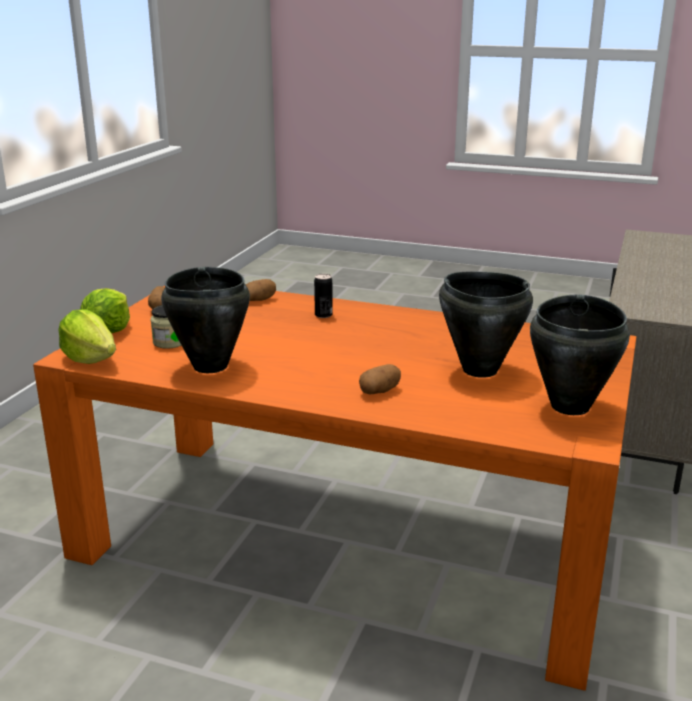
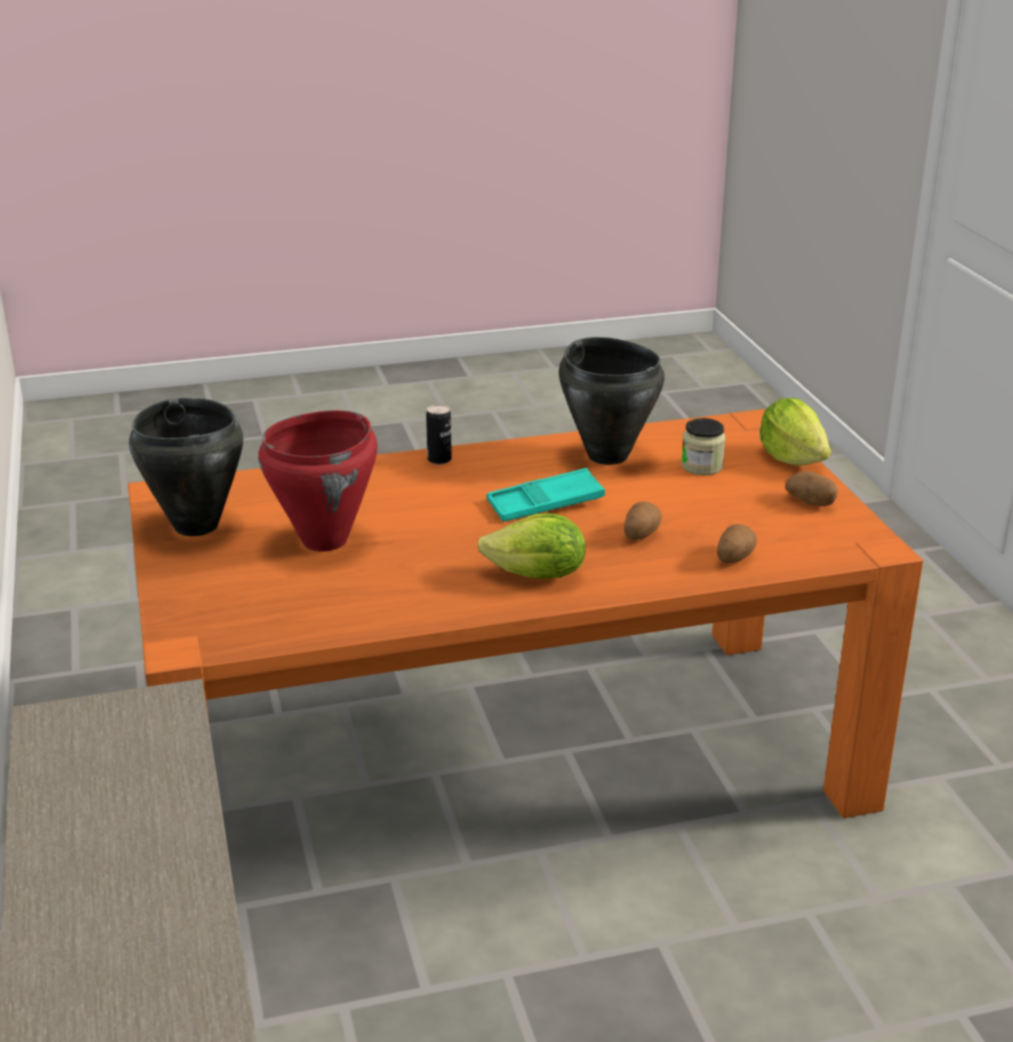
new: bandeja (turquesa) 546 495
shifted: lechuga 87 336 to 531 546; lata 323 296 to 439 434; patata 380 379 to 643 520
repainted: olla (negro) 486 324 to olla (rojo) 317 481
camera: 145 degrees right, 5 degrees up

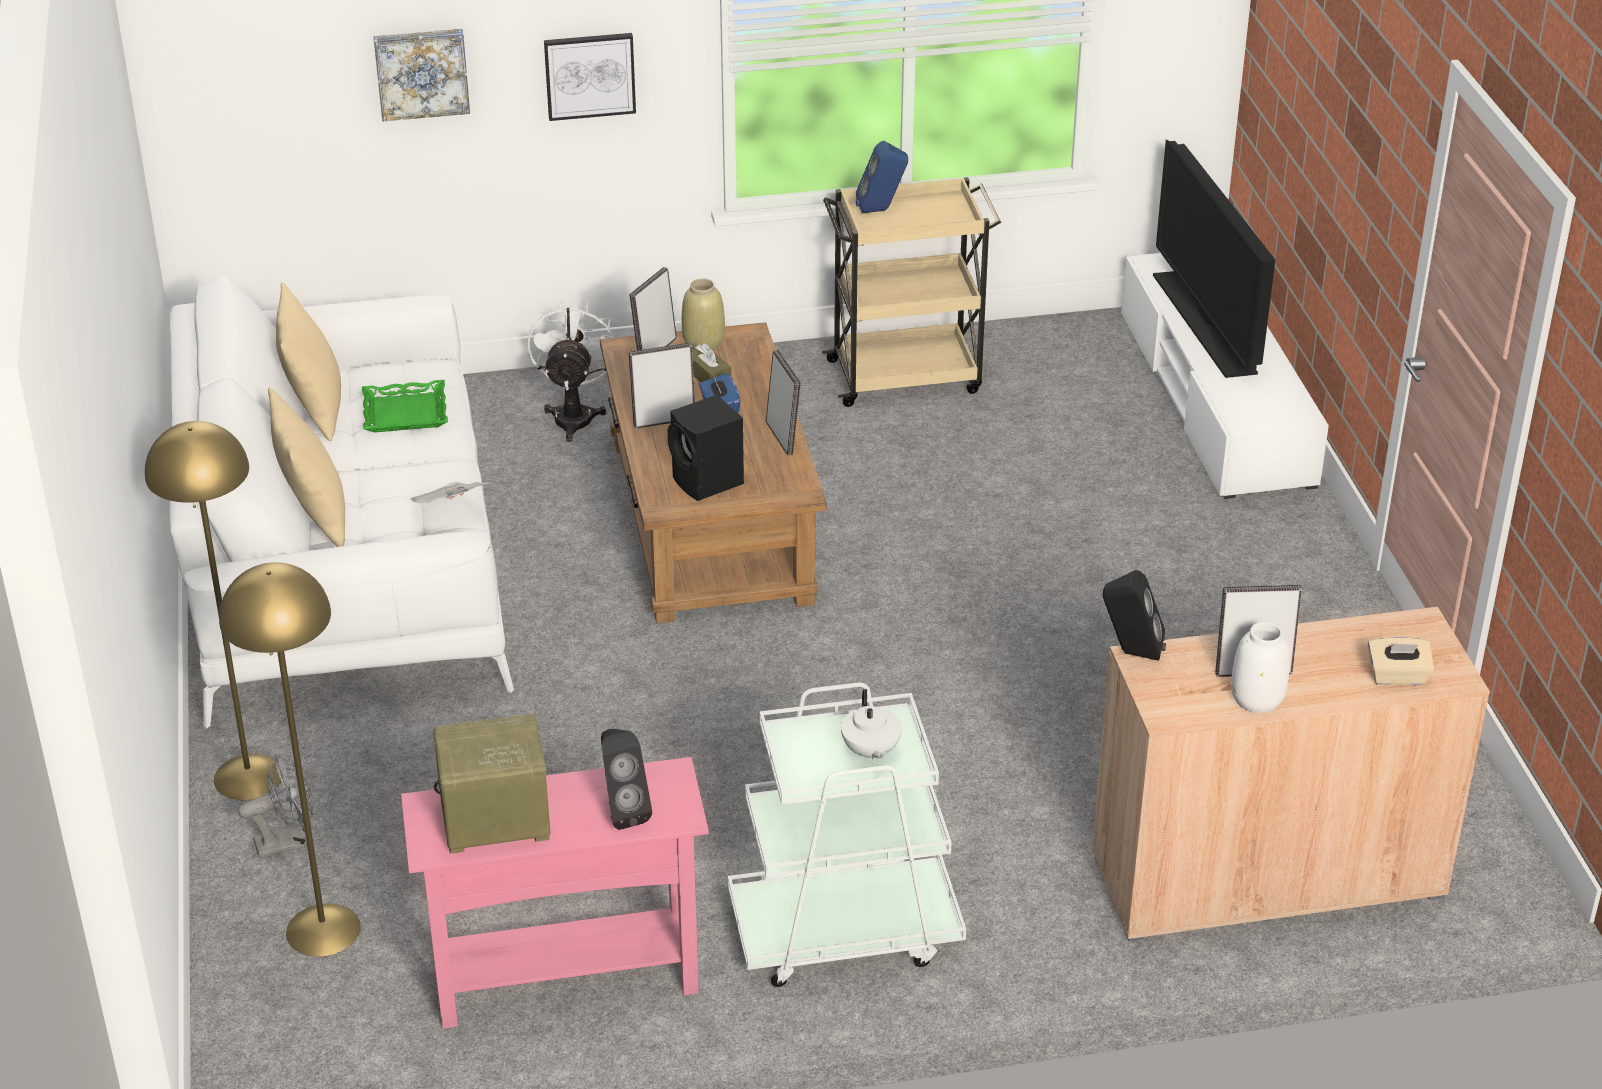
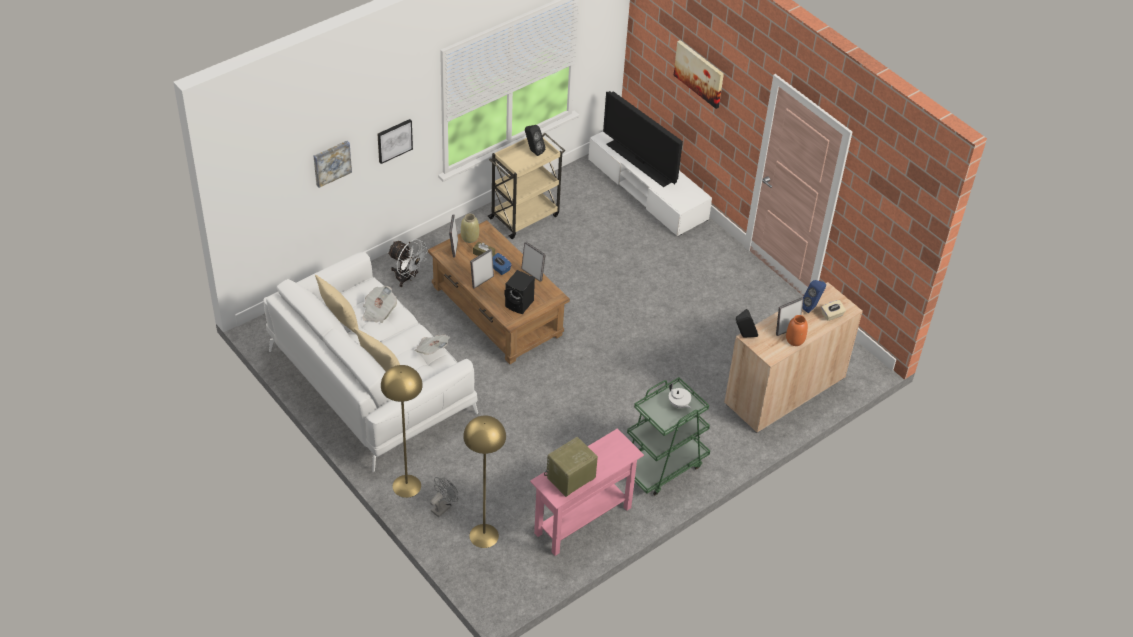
new: cuadro 699 74
shifted: altavoz (negro) 626 779 to 535 140; altavoz (azul) 882 177 to 814 296
swapped: bandeja (verde) 405 406 to periódico 379 304
repainted: carrito (blanco) 847 834 to carrito (verde) 668 436; florero (blanco) 1260 667 to florero (naranja) 797 330
rotated: ventilador (blanco) 571 371 = 407 263 150 degrees clockwise
camera: 30 degrees left, 10 degrees up

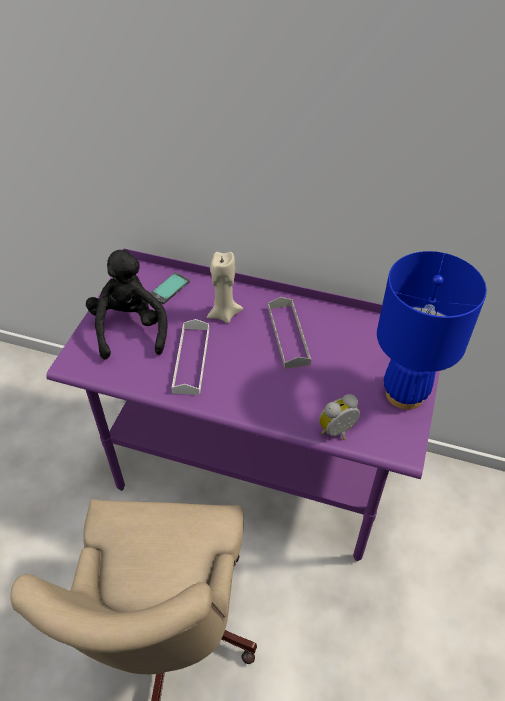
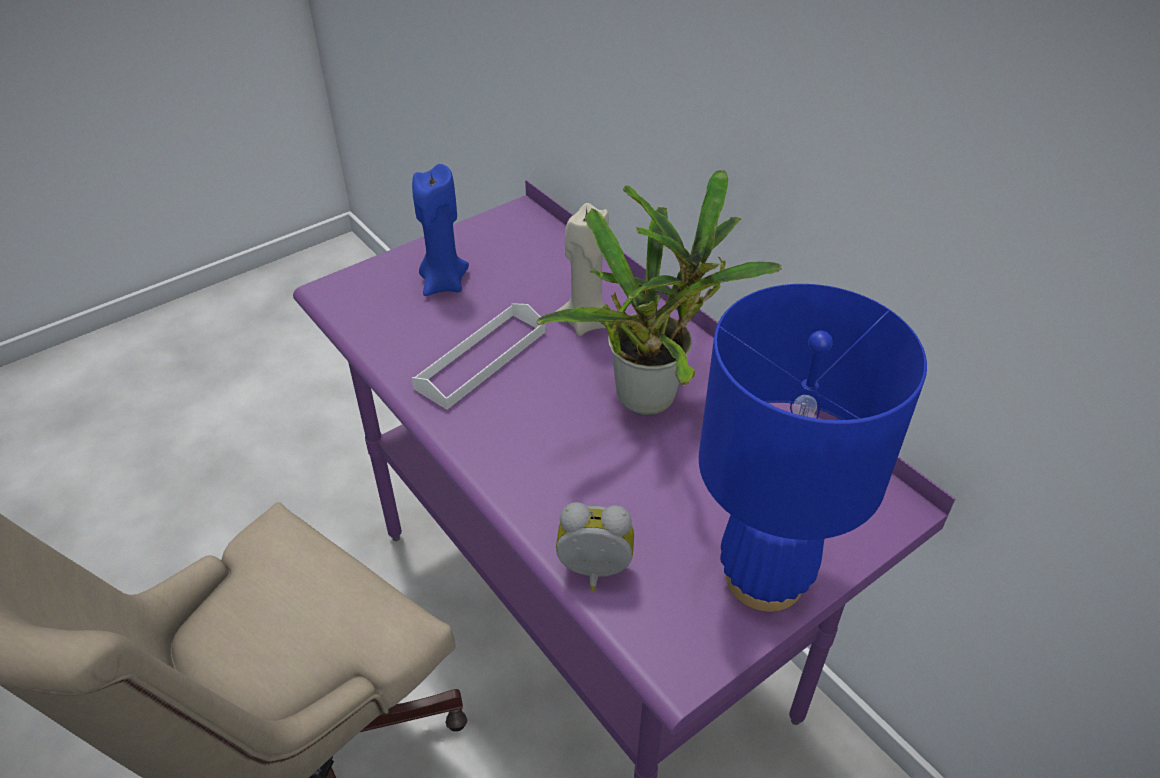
gone: móvil 170 288
swapped: peluche (negro) 127 304 to vela (azul) 440 230; bandeja (gris) 290 333 to planta en maceta 659 292
camera: 35 degrees right, 5 degrees down

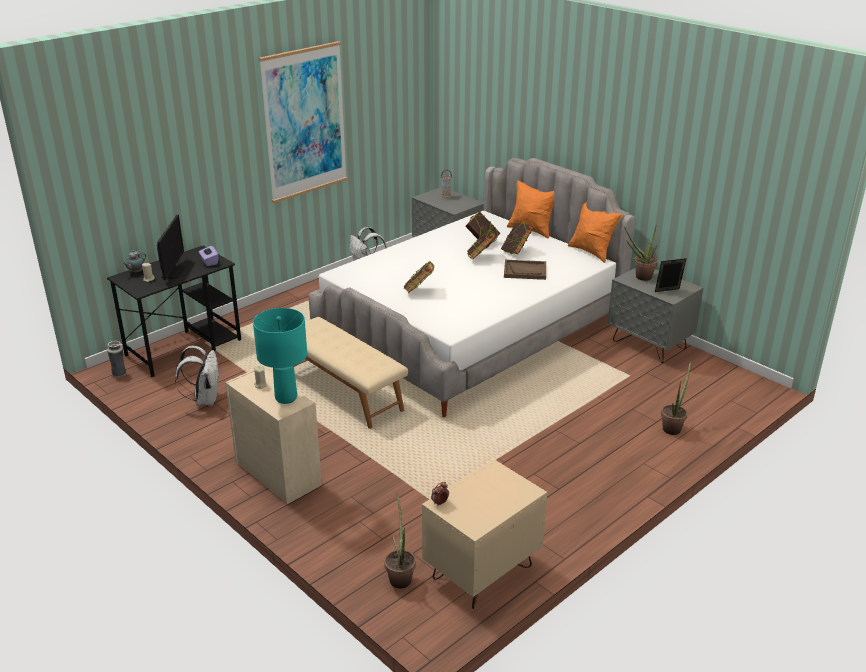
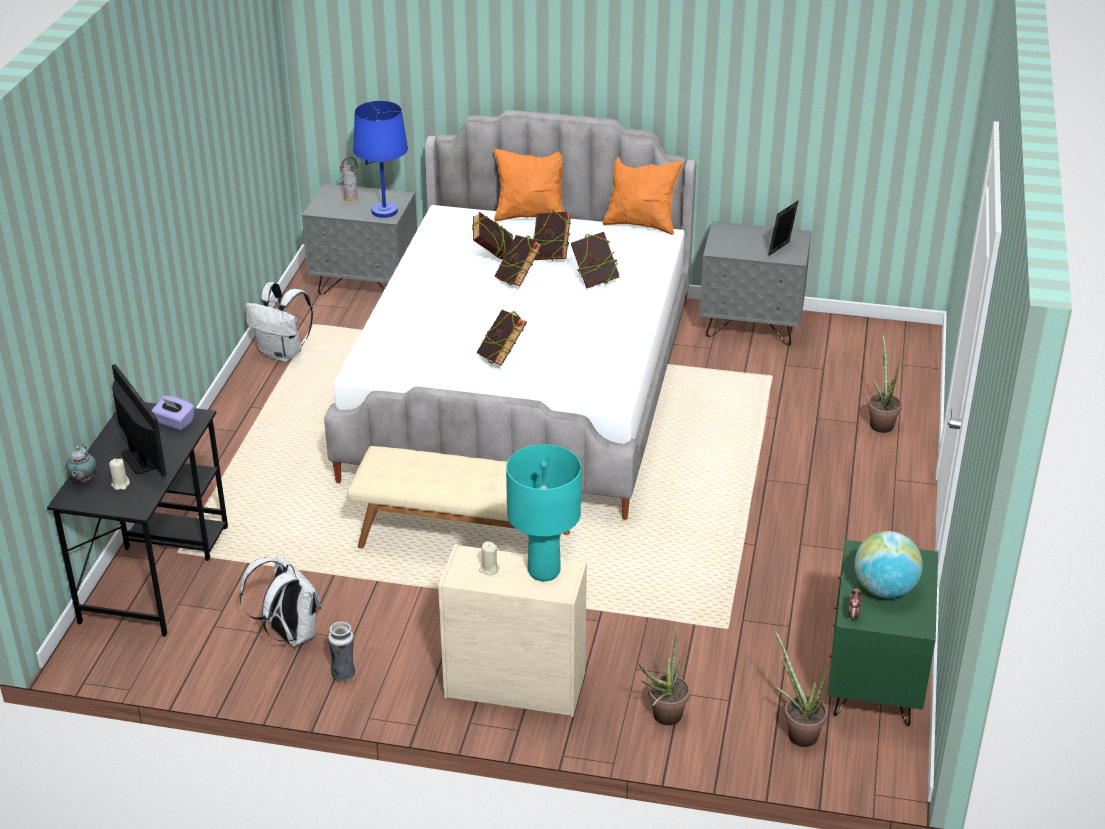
gone: cuadro 303 122
new: lámpara de mesa (azul) 380 159; globo terráqueo 889 564
shifted: florero 116 359 to 341 651; planta en maceta 641 251 to 664 676
swapped: bandeja (marrón) 525 270 to libro 595 260
repainted: mesita de noche (beis) 484 534 to mesita de noche (verde) 882 633
camera: 35 degrees left, 5 degrees up

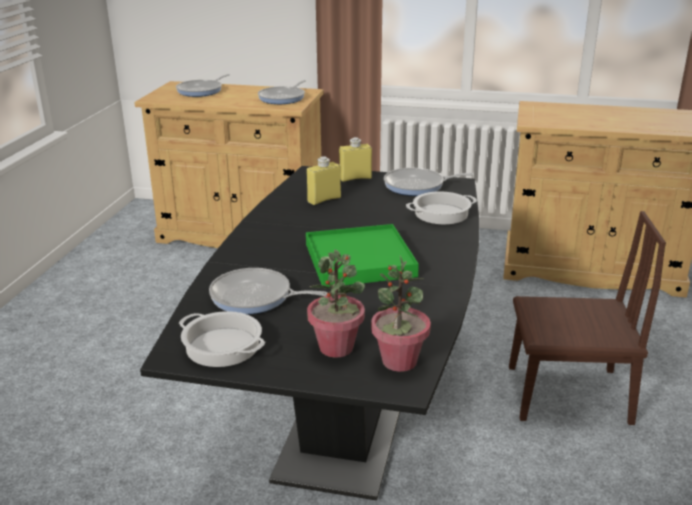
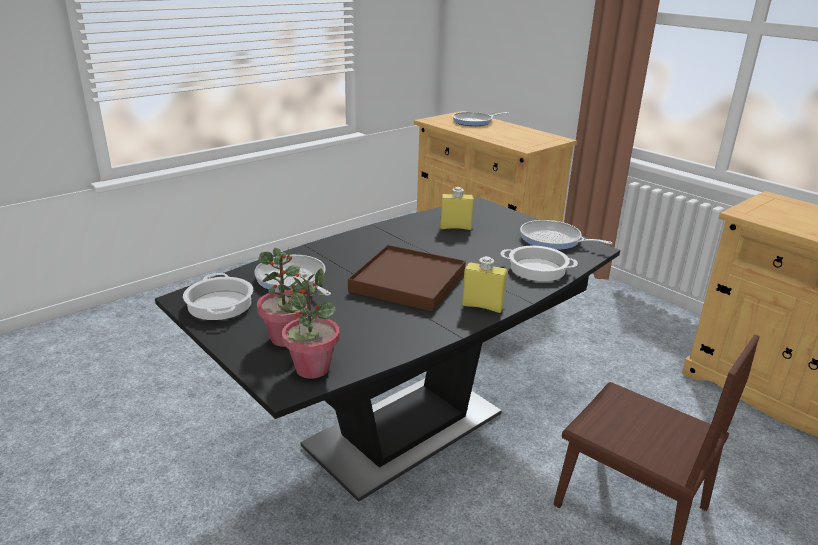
gone: sartén 282 92
shifted: botella (amarillo) 355 159 to 484 284
repainted: bandeja (verde) 362 255 to bandeja (marrón) 407 278
camera: 35 degrees right, 0 degrees up

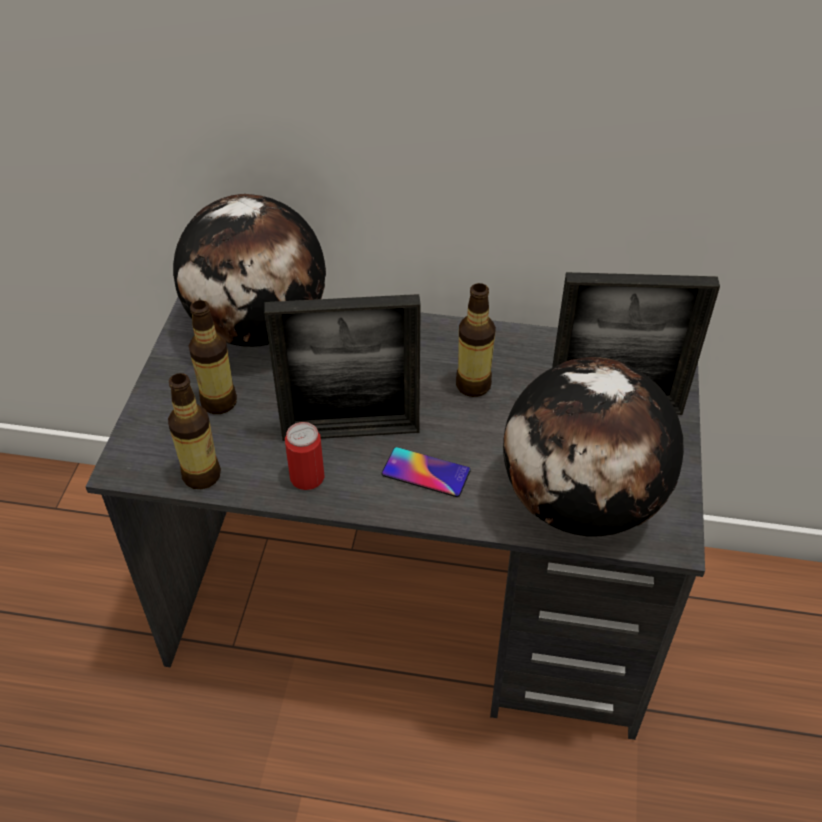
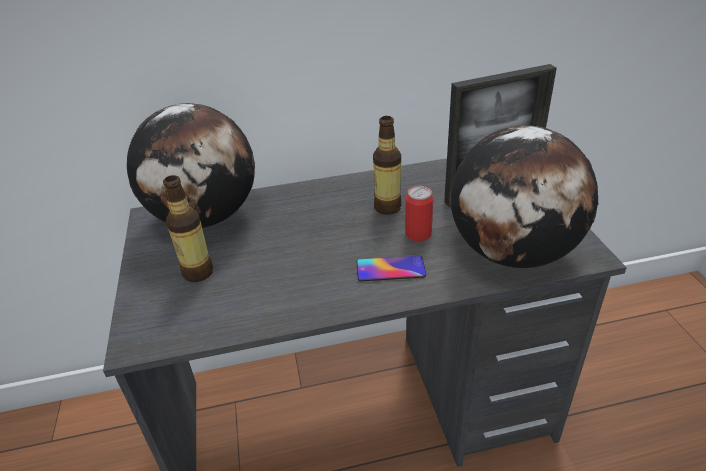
gone: botella 194 431; portarretratos 342 367
shifted: lata 305 456 to 419 213
camera: 20 degrees left, 10 degrees down

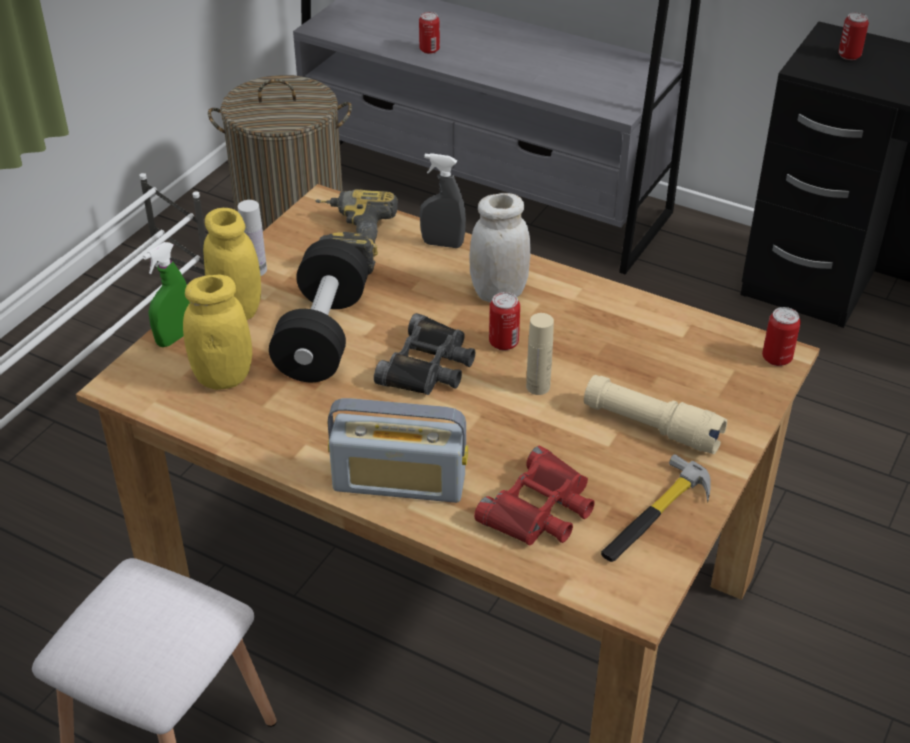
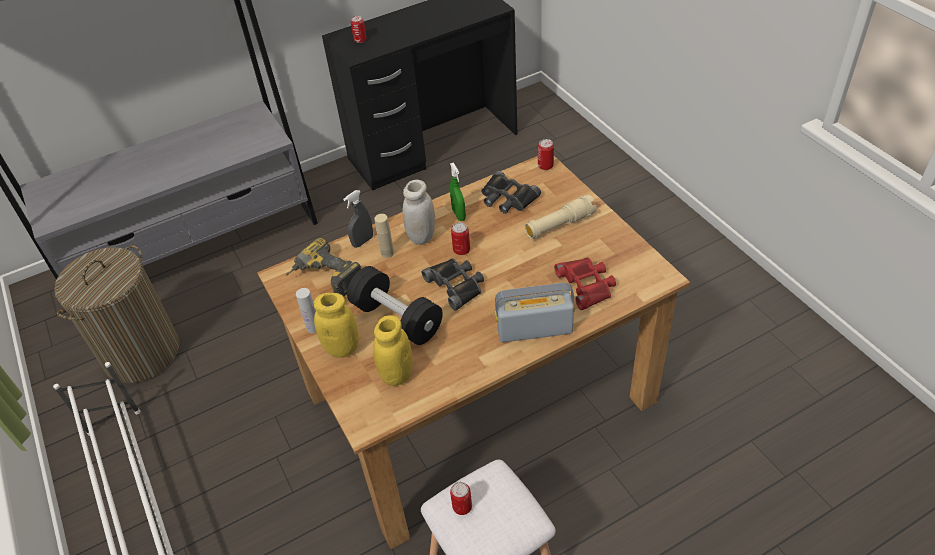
gone: martillo 656 508
new: prismáticos (negro) 511 192
shifted: pulverizador (verde) 166 294 to 458 192; lata 429 33 to 461 498; botella (beis) 540 354 to 384 236
rotated: radio 397 450 = 534 313 135 degrees counterclockwise
camera: 55 degrees left, 5 degrees up

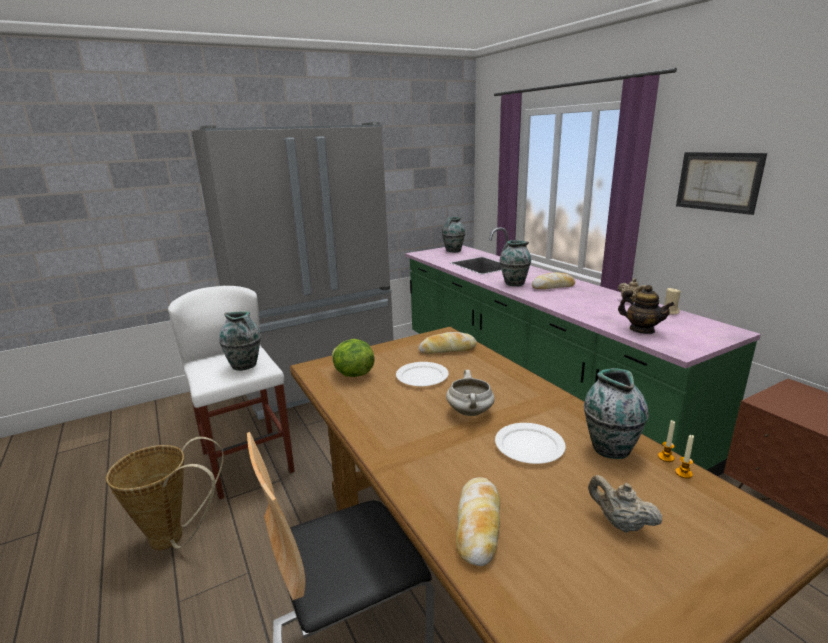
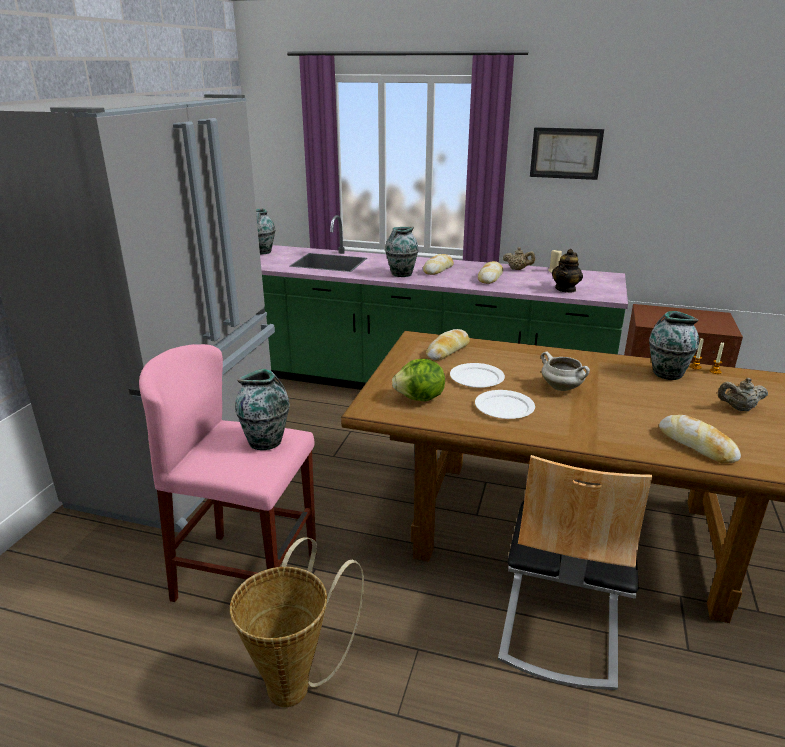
new: pan 490 272
shifted: plato (blanco) 530 443 to 505 404
repainted: taburete (blanco) 231 392 to taburete (rosa) 227 473
rotated: tetera 646 309 = 567 271 120 degrees clockwise
camera: 45 degrees left, 5 degrees up

